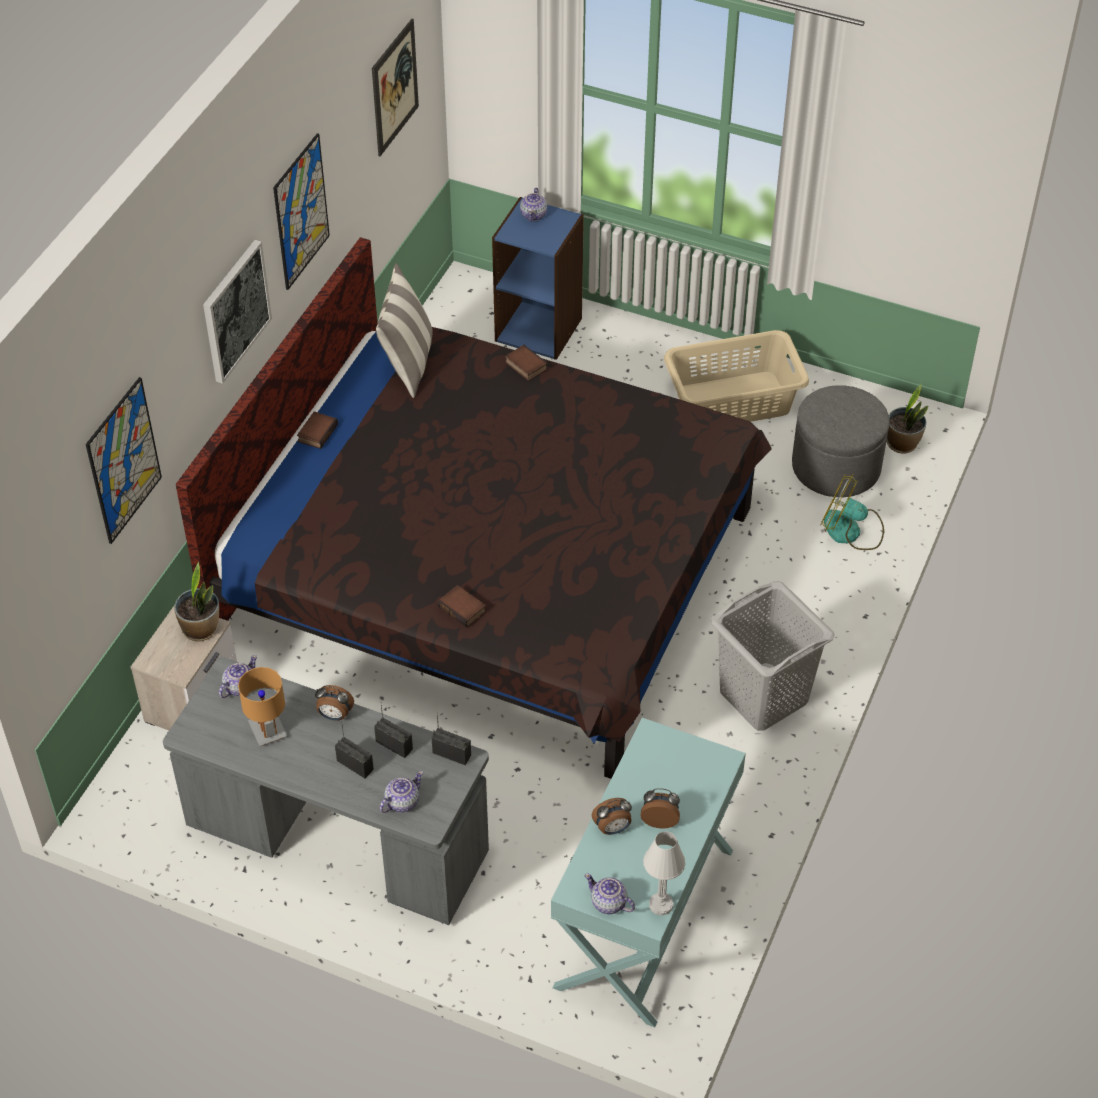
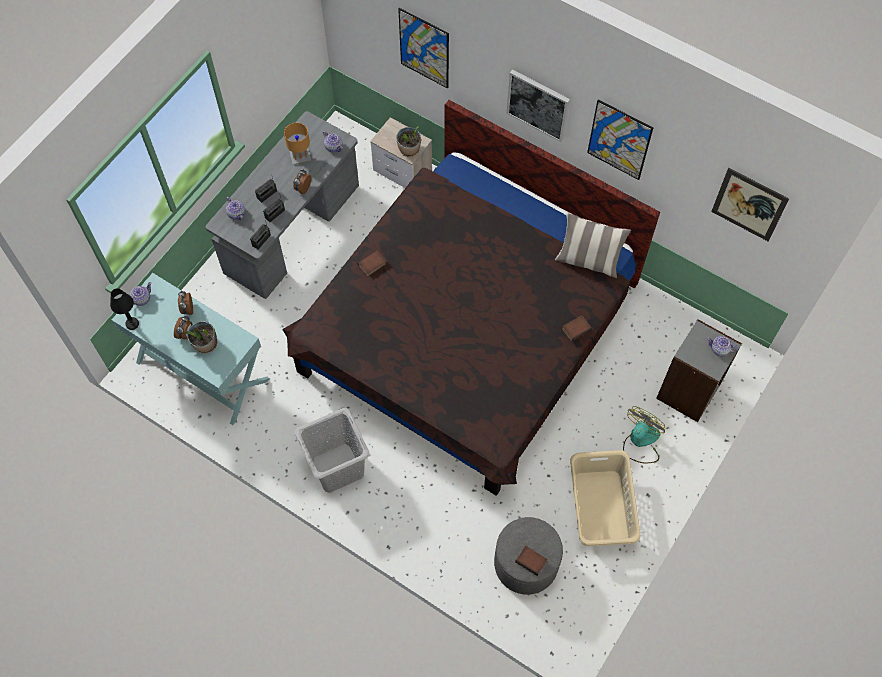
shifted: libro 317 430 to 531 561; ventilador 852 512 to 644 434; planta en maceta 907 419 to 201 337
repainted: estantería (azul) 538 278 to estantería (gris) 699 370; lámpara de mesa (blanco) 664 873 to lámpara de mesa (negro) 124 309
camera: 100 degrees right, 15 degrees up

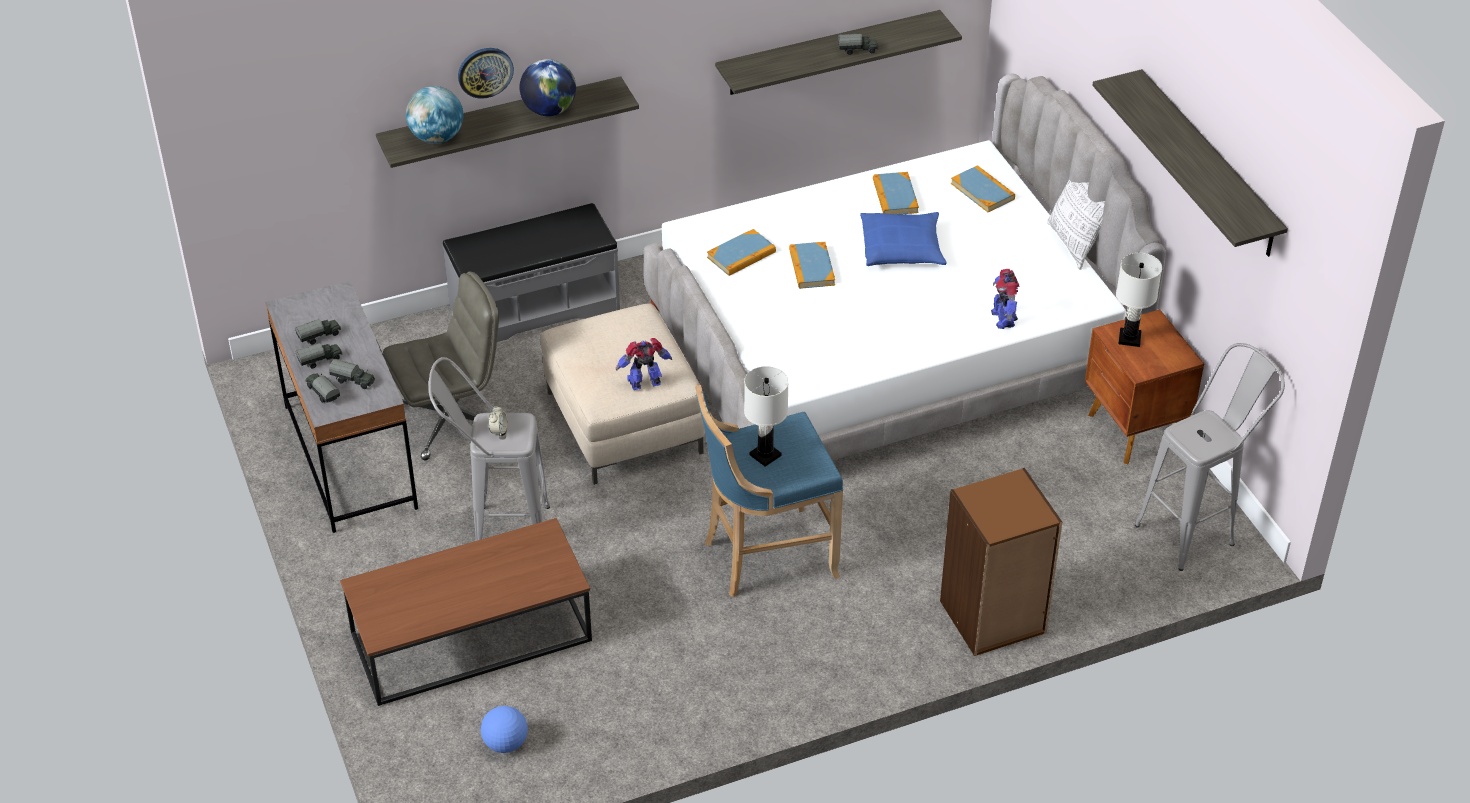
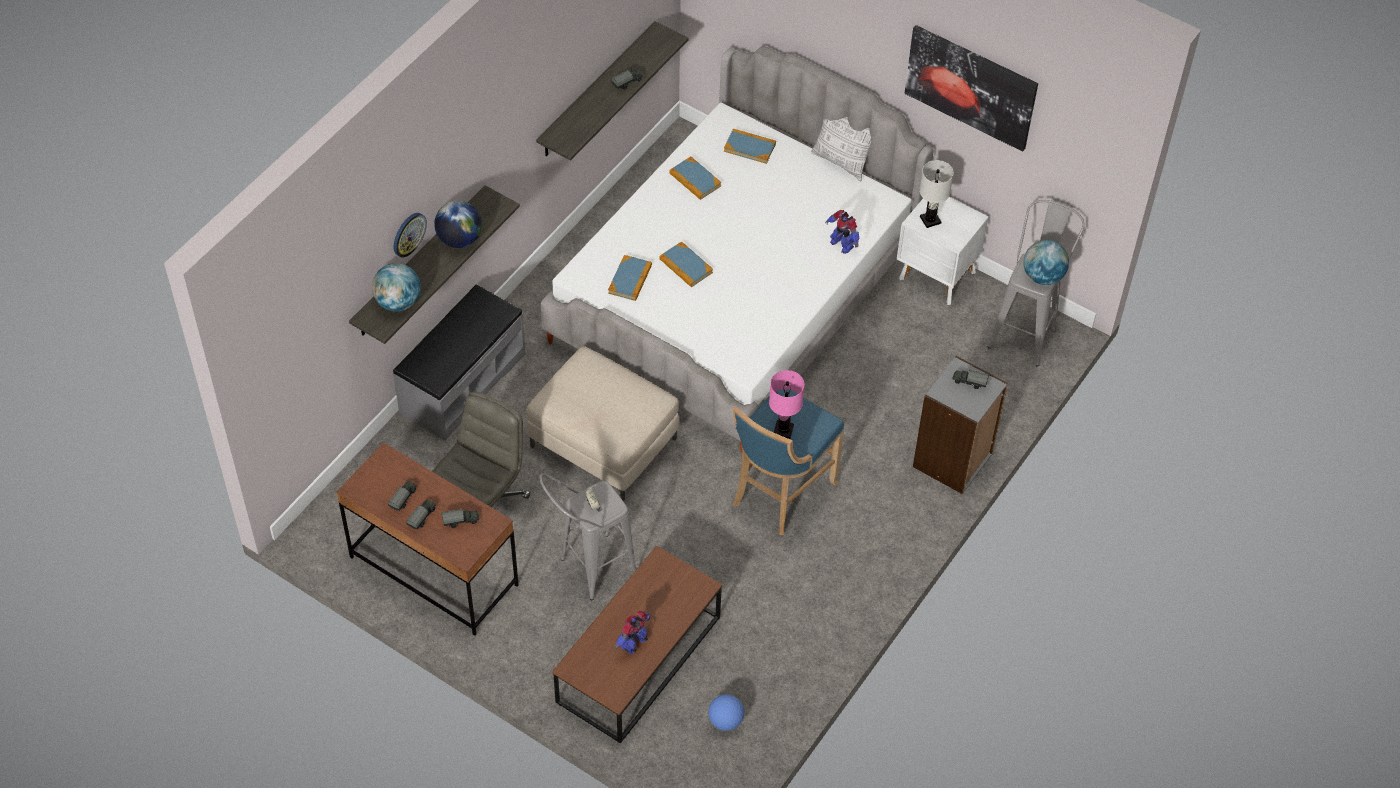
gone: cojín (azul) 903 239
new: globo terráqueo 1046 262
shifted: camión de juguete 323 388 to 971 379; robot de juguete 644 364 to 633 632
swapped: estante 1190 163 to cuadro 971 88
repainted: escritorio (gris) 341 407 to escritorio (marrón) 428 539; lámpara de mesa (blanco) 766 416 to lámpara de mesa (rosa) 786 404; estantería (marrón) 1001 562 to estantería (gris) 960 425; mesita de noche (marrón) 1144 386 to mesita de noche (blanco) 943 251
camera: 35 degrees left, 10 degrees up

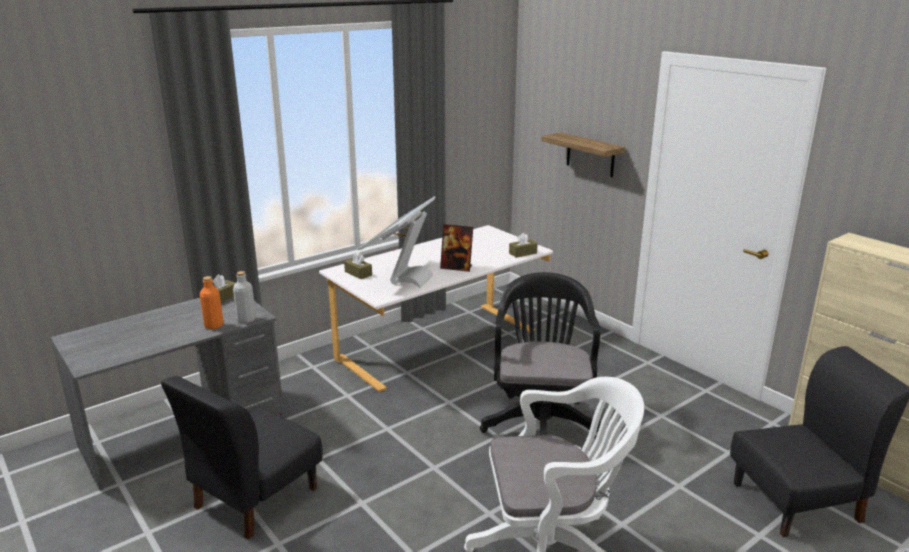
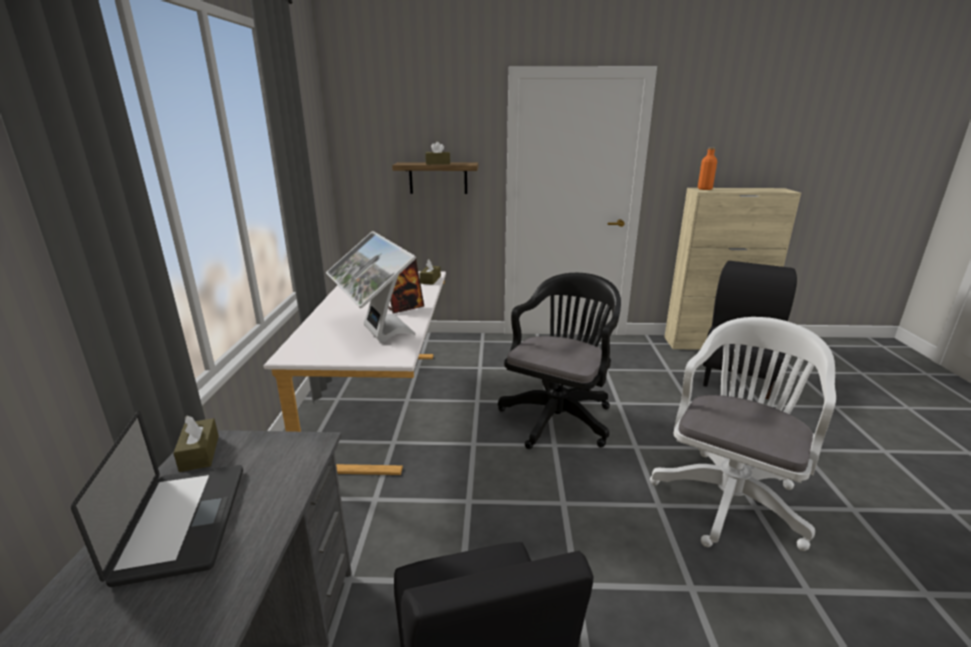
gone: botella (gris) 244 297
new: portátil 157 499
shifted: botella (naranja) 212 302 to 707 168; caja de pañuelos (marrón) 358 265 to 437 153
rotated: silla de oficina (negro) 540 355 = 559 361 75 degrees clockwise
camera: 50 degrees left, 0 degrees up

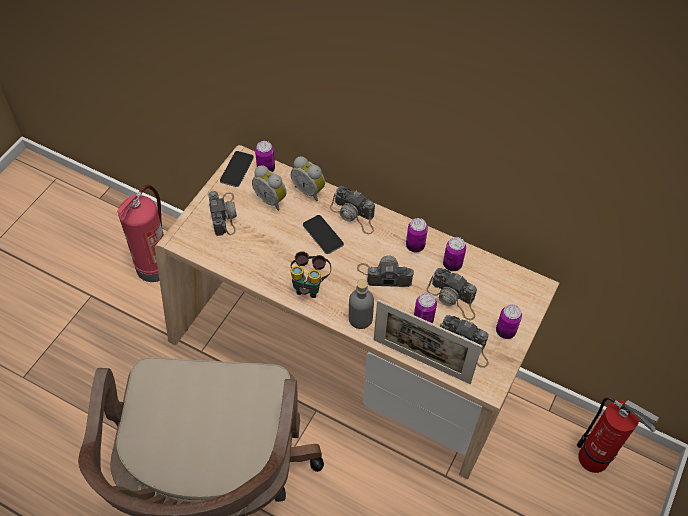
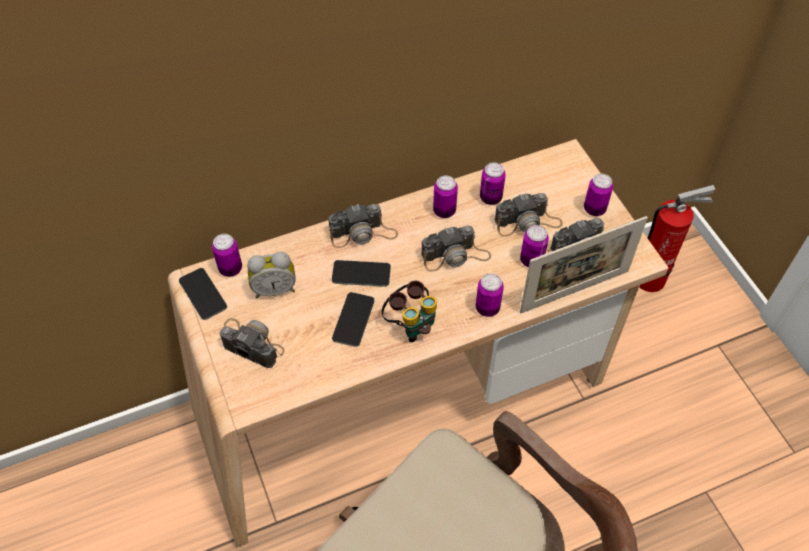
gone: extintor 140 233; despertador 308 178
new: móvil 353 319
swapped: botella (gris) 361 304 to lata 490 295
rotated: cámara 385 271 = 456 248 150 degrees counterclockwise
camera: 50 degrees left, 0 degrees up

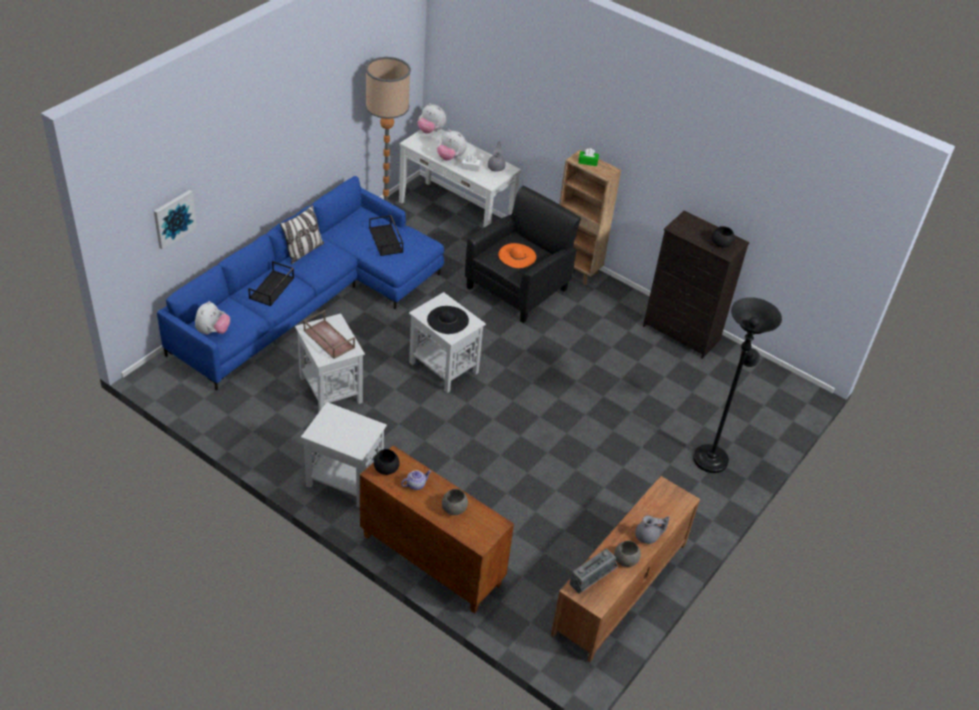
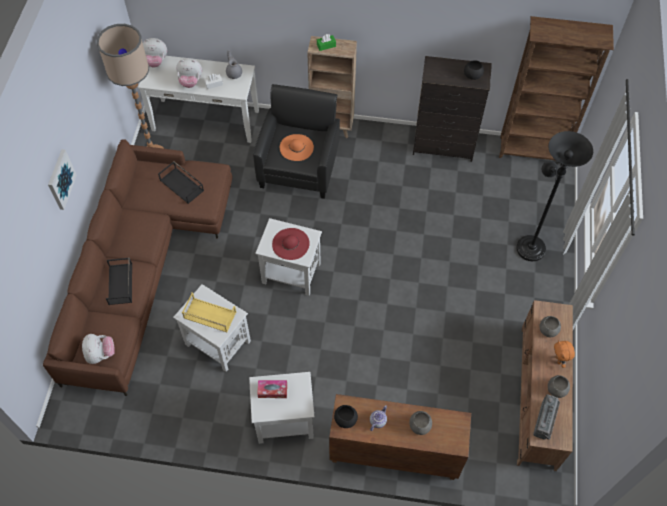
gone: cojín 302 234
new: caja de pañuelos 272 389; estantería (marrón) 556 88; cuenco (gris) 550 326
shifted: cuadro 175 220 to 62 179
swapped: tetera (gris) 652 530 to peluche (naranja) 564 354
repainted: sofá (azul) 300 283 to sofá (marrón) 138 267; bandeja (marrón) 329 334 to bandeja (amarillo) 209 312; sombrero (negro) 448 320 to sombrero (rojo) 291 244
camera: 25 degrees left, 15 degrees up

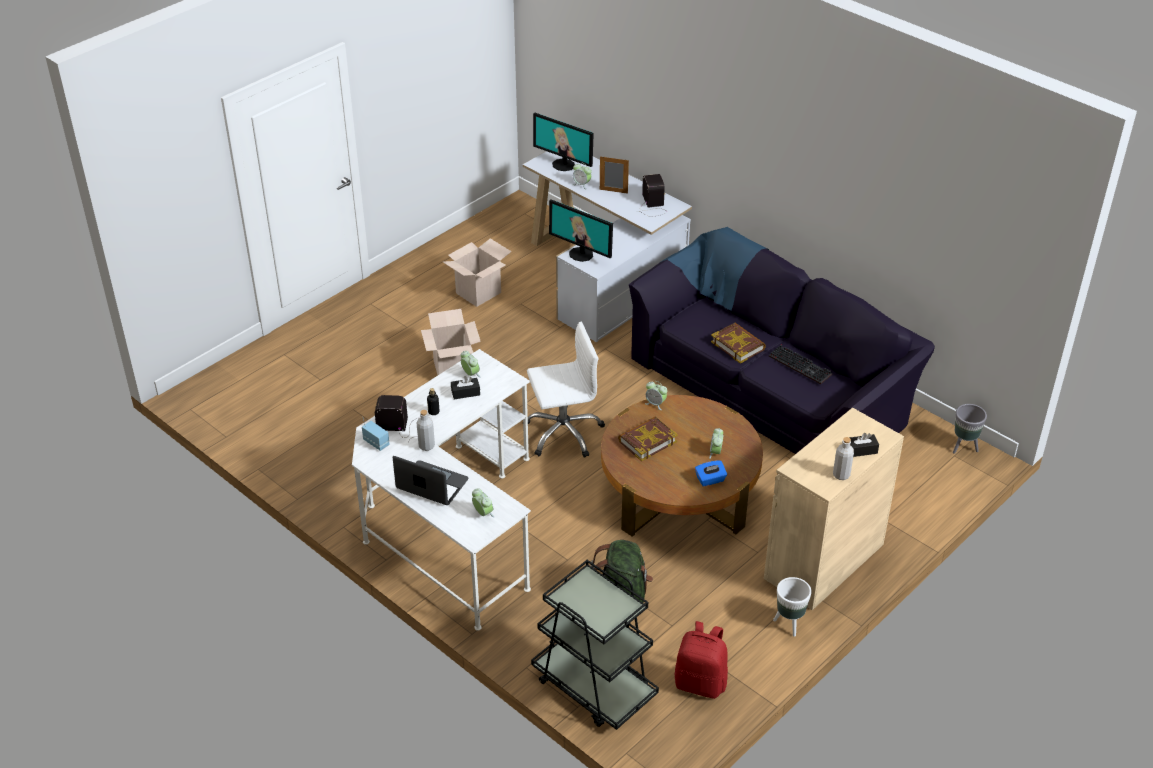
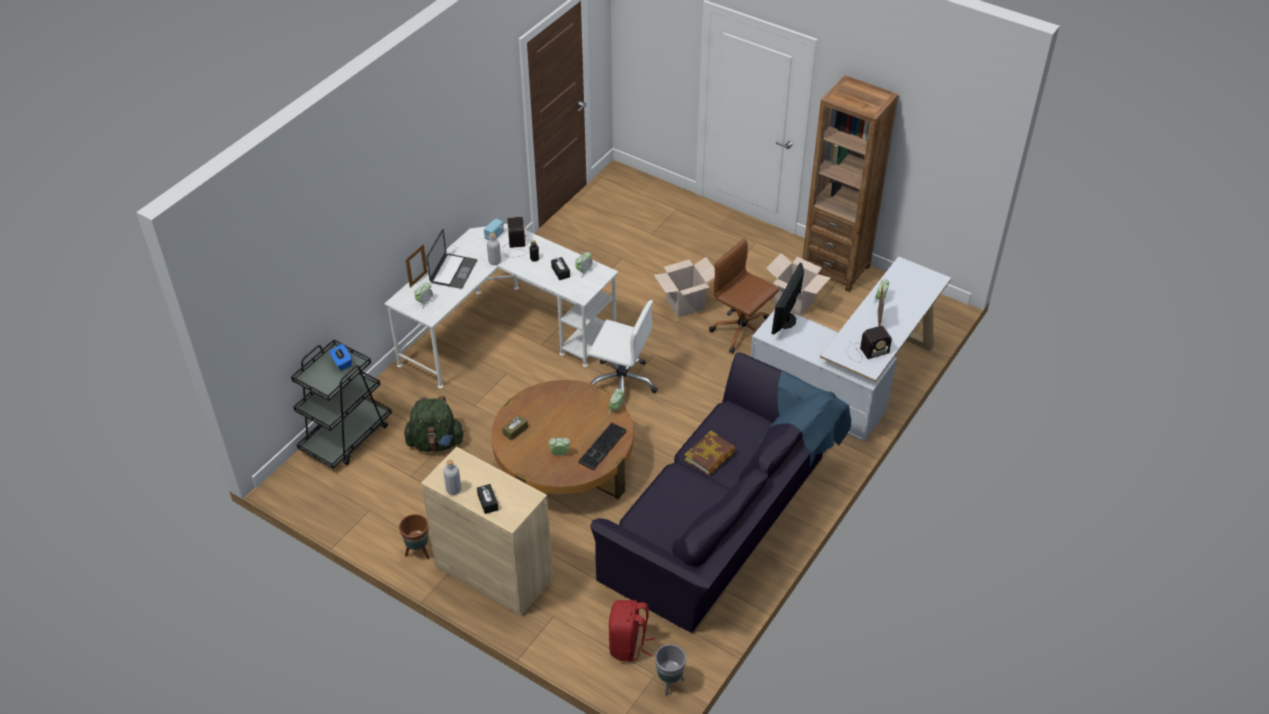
gone: monitor 563 142; libro 648 439
new: portarretratos 416 266; caja de pañuelos (marrón) 515 428; silla de oficina (marrón) 744 295; estantería (marrón) 850 183
shifted: mochila (rojo) 701 660 to 632 631; caja de pañuelos (azul) 711 473 to 341 357; teclado 800 364 to 602 446
repainted: maceta (blanco) 792 607 to maceta (marrón) 414 536
rotated: silla de oficina (blanco) 566 390 = 623 352 45 degrees counterclockwise
camera: 80 degrees right, 5 degrees up

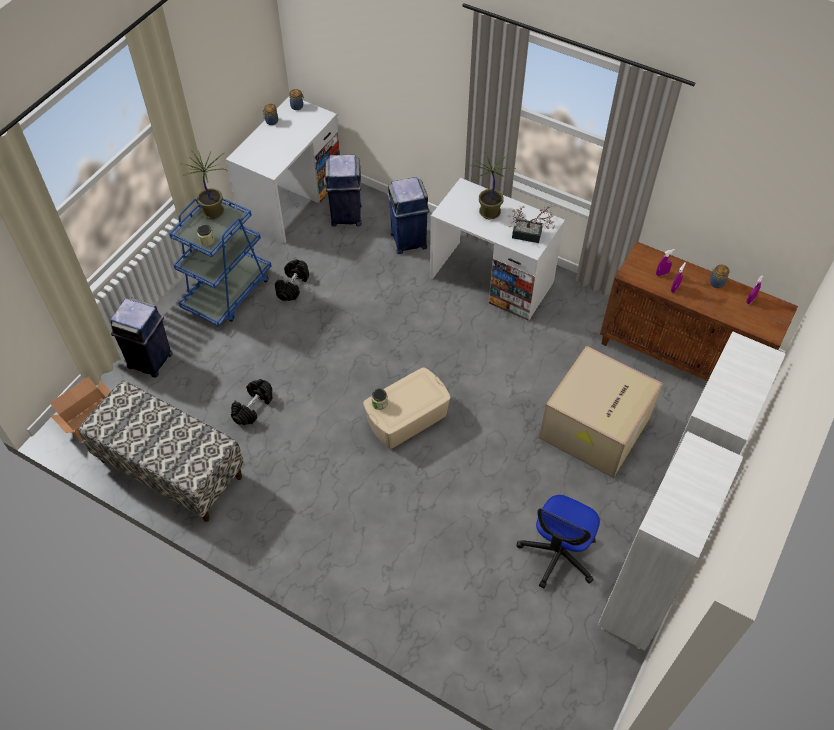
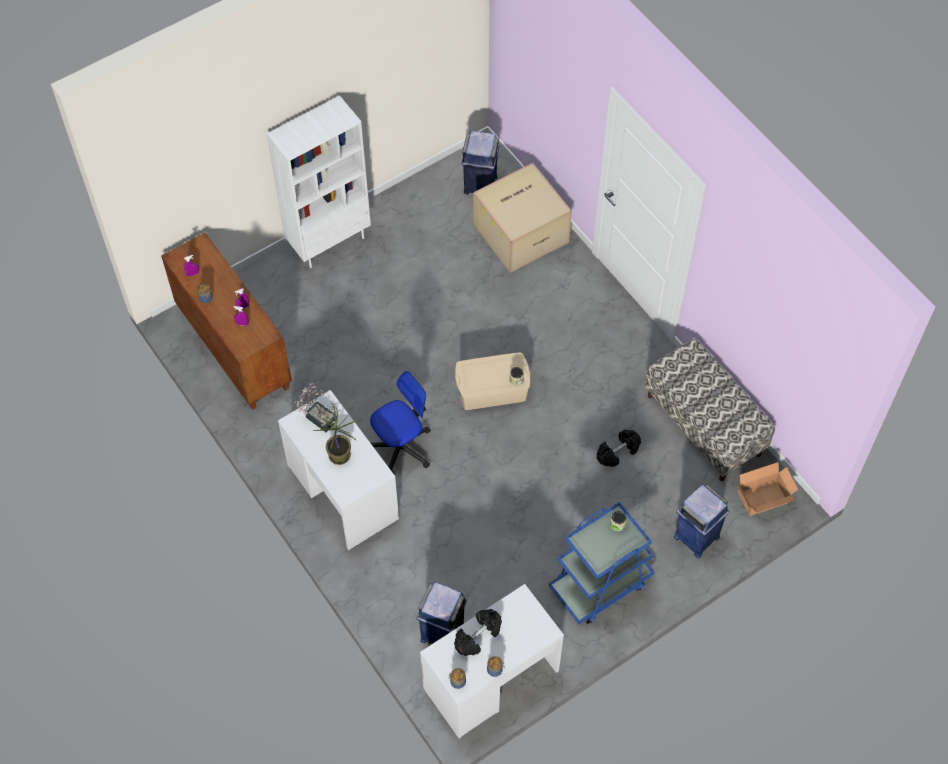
gone: planta en maceta 203 185; estantería (blanco) 670 540
shifted: mancuerna (negro) 292 280 to 478 632; papelera (azul) 408 215 to 481 163; silla de oficina 558 542 to 400 422; caja de cartón 601 412 to 522 218
camera: 155 degrees left, 5 degrees up

